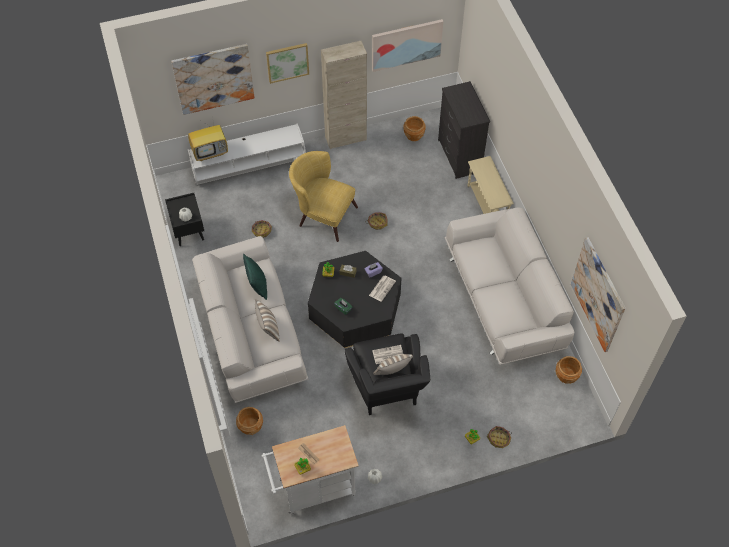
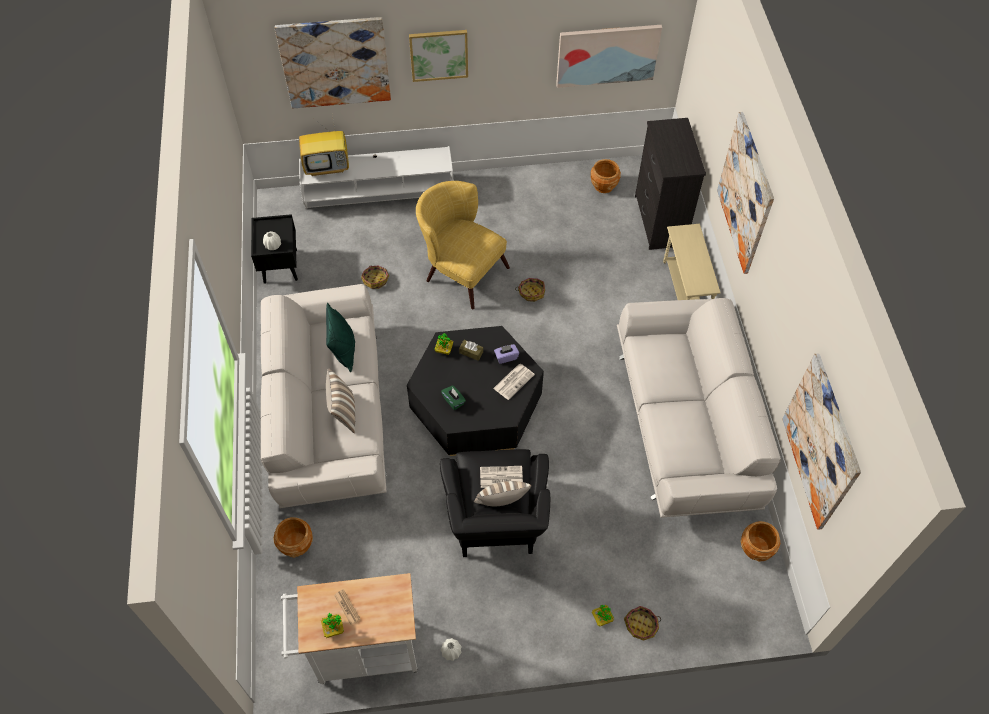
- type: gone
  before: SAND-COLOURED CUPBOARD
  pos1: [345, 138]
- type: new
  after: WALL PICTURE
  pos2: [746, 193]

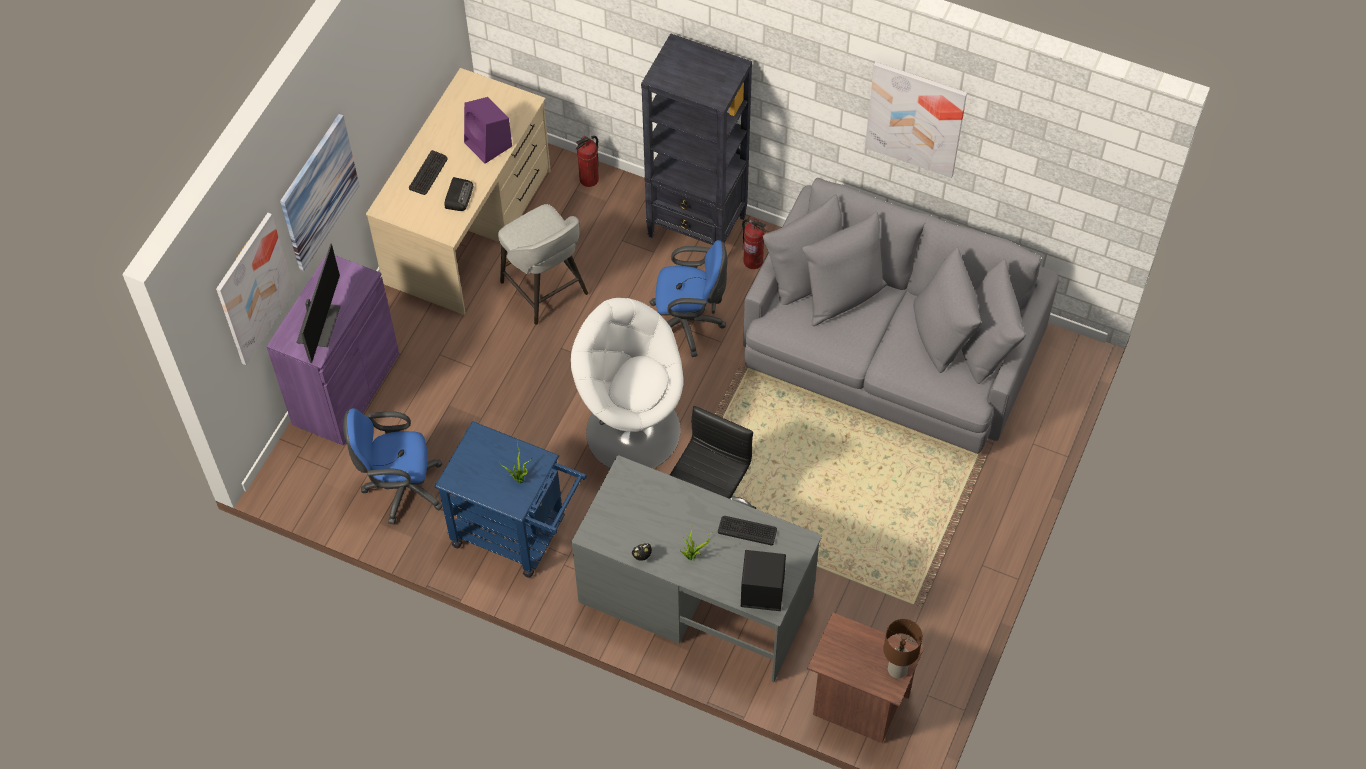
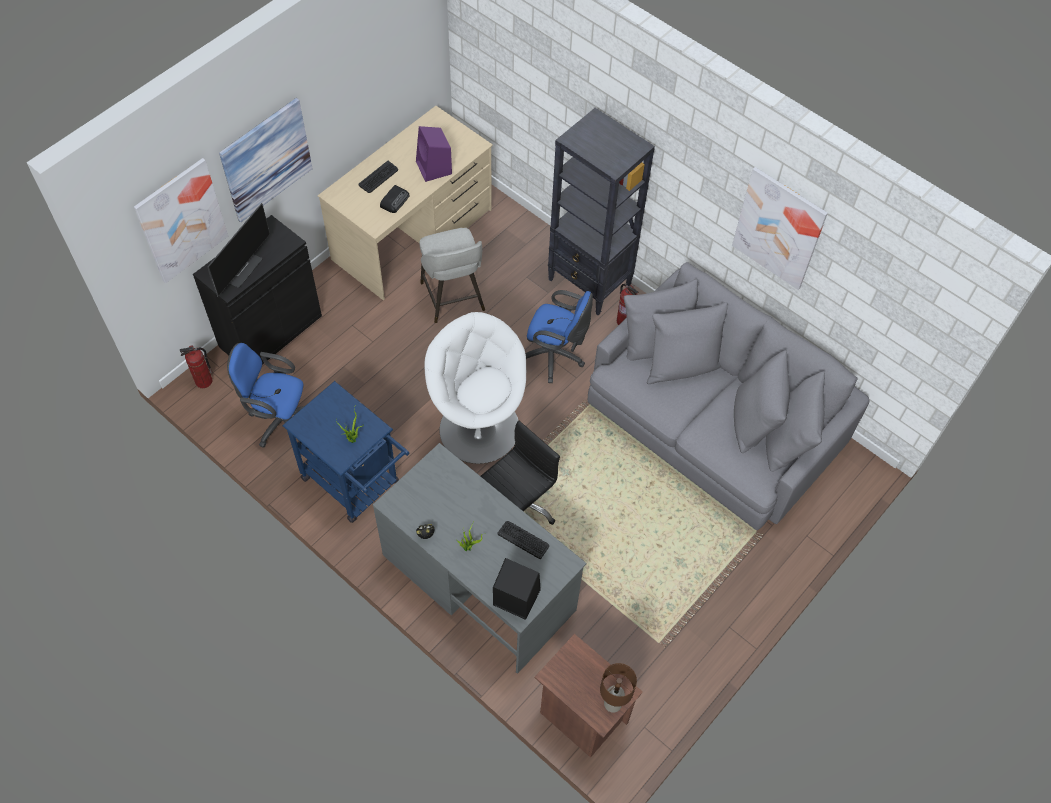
- type: shifted
  before: FIRE-FIGHTING CYLINDER
  pos1: [589, 180]
  pos2: [203, 381]
- type: repainted
  before: PURPLE-COLOURED CUPBOARD
  after: BLACKISH CUPBOARD
  pos1: [346, 389]
  pos2: [270, 331]

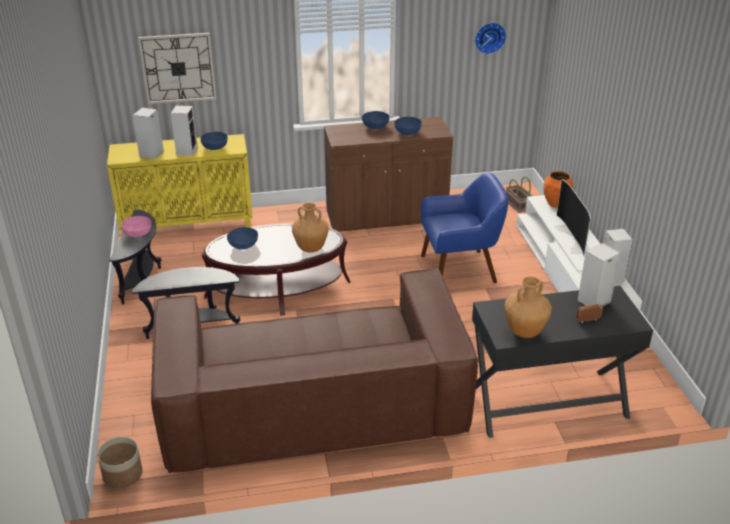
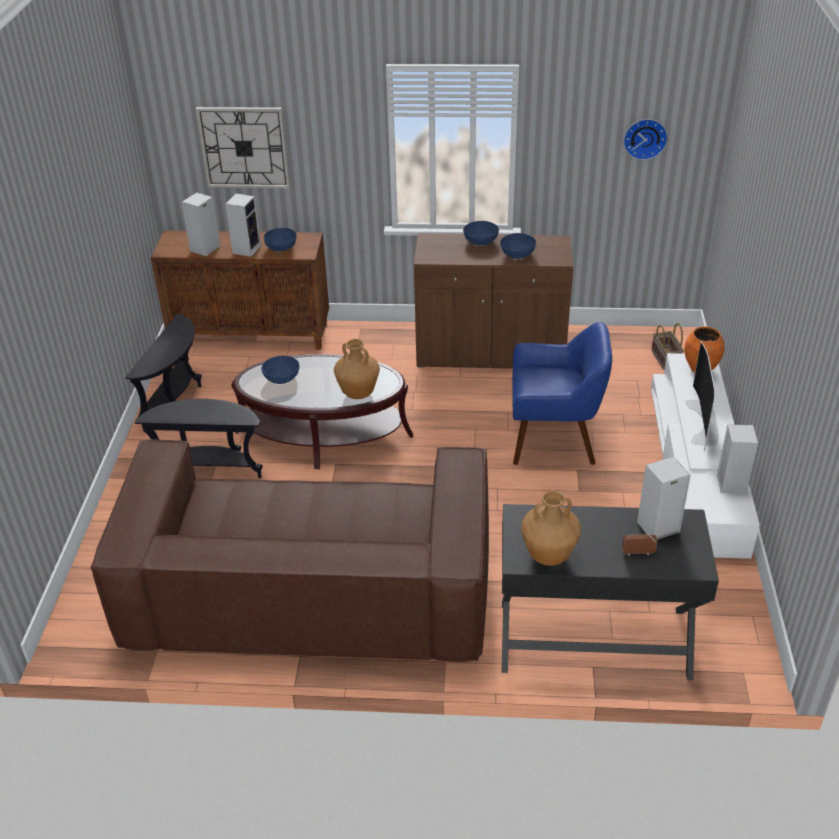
- type: gone
  before: PLANT POT
  pos1: [122, 474]
- type: gone
  before: PINKISH SERVING BOWL
  pos1: [137, 233]
- type: repainted
  before: YELLOWISH CUPBOARD
  after: BROWNISH CUPBOARD
  pos1: [188, 225]
  pos2: [252, 334]

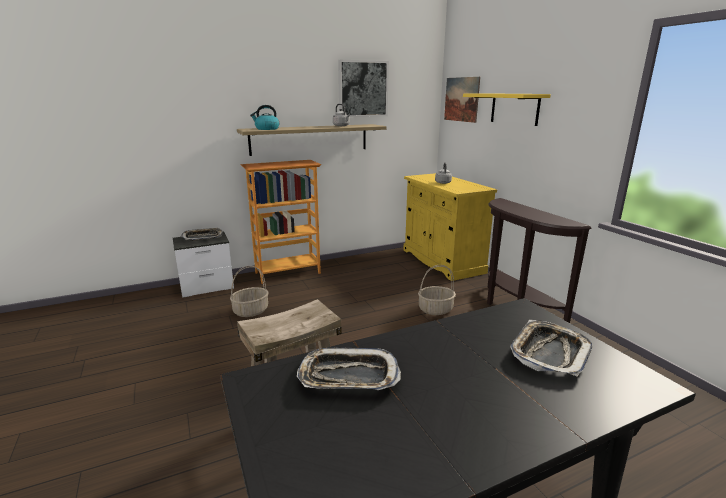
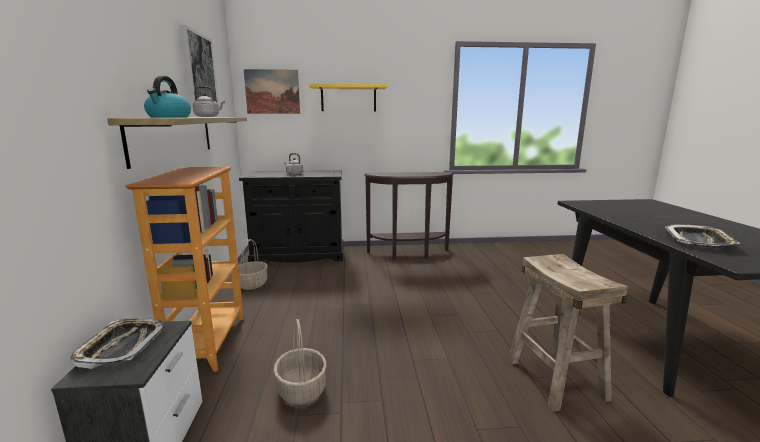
- type: gone
  before: CARRYING TRAY
  pos1: [549, 352]
- type: shifted
  before: STORAGE BASKET
  pos1: [436, 309]
  pos2: [252, 284]
- type: repainted
  before: YELLOWISH CUPBOARD
  after: BLACKISH CUPBOARD
  pos1: [442, 261]
  pos2: [298, 255]

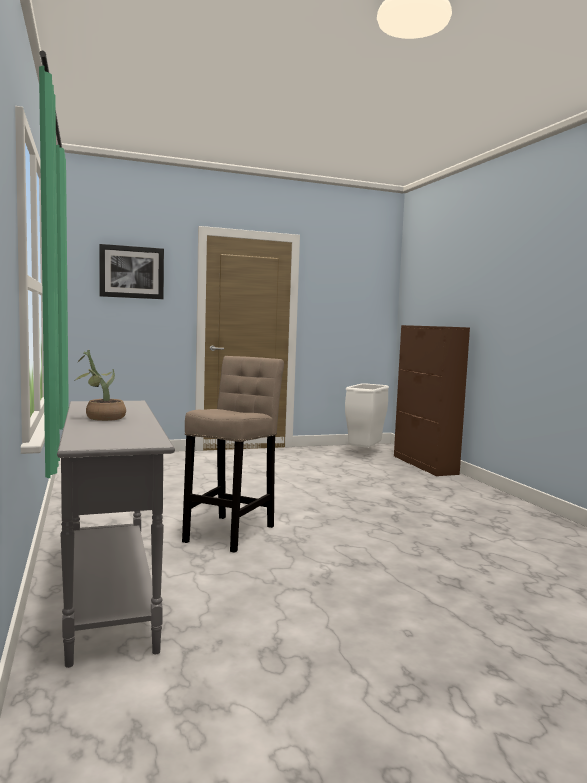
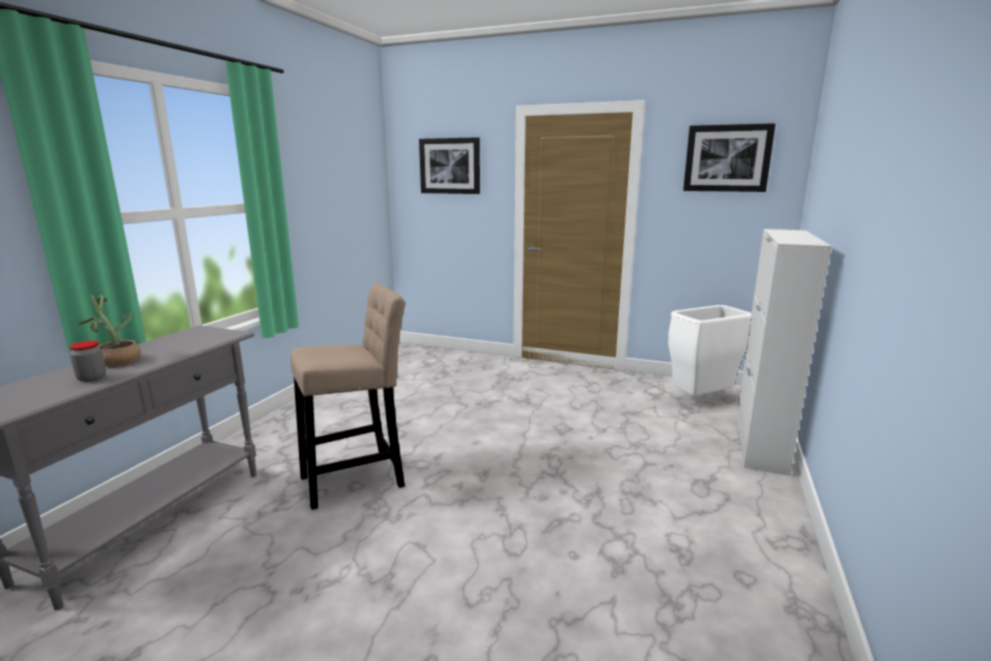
- type: new
  after: JAR
  pos2: [92, 378]
- type: new
  after: WALL PICTURE
  pos2: [727, 158]
- type: repainted
  before: BROWNISH CUPBOARD
  after: WHITE CUPBOARD
  pos1: [424, 465]
  pos2: [760, 441]

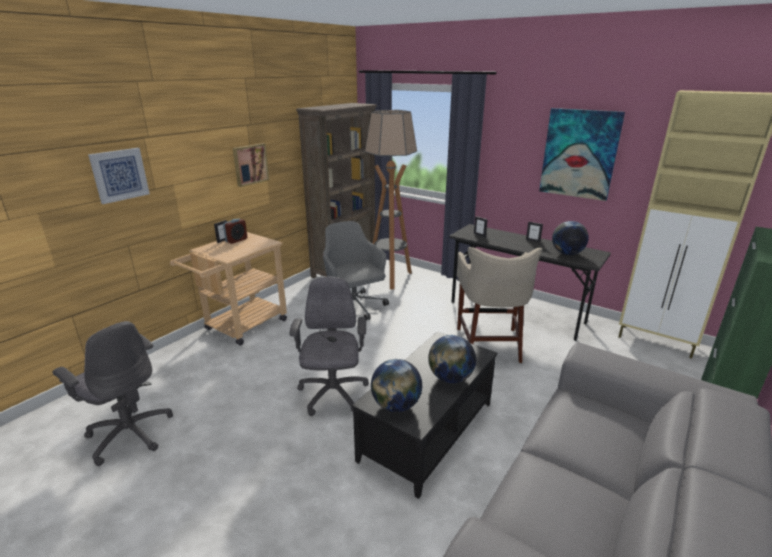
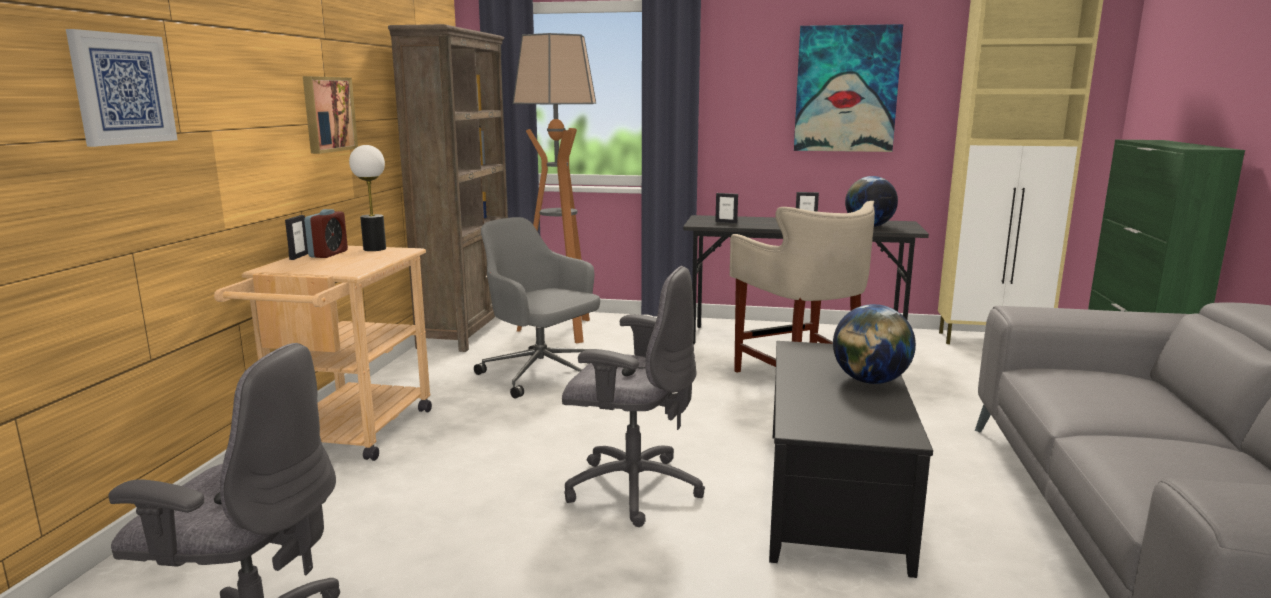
- type: gone
  before: DESK GLOBE
  pos1: [396, 405]
- type: new
  after: LAMP FOR A TABLE
  pos2: [375, 249]
- type: rotated
  before: GREYISH DESK CHAIR
  pos1: [333, 395]
  pos2: [631, 488]
  turn: 135

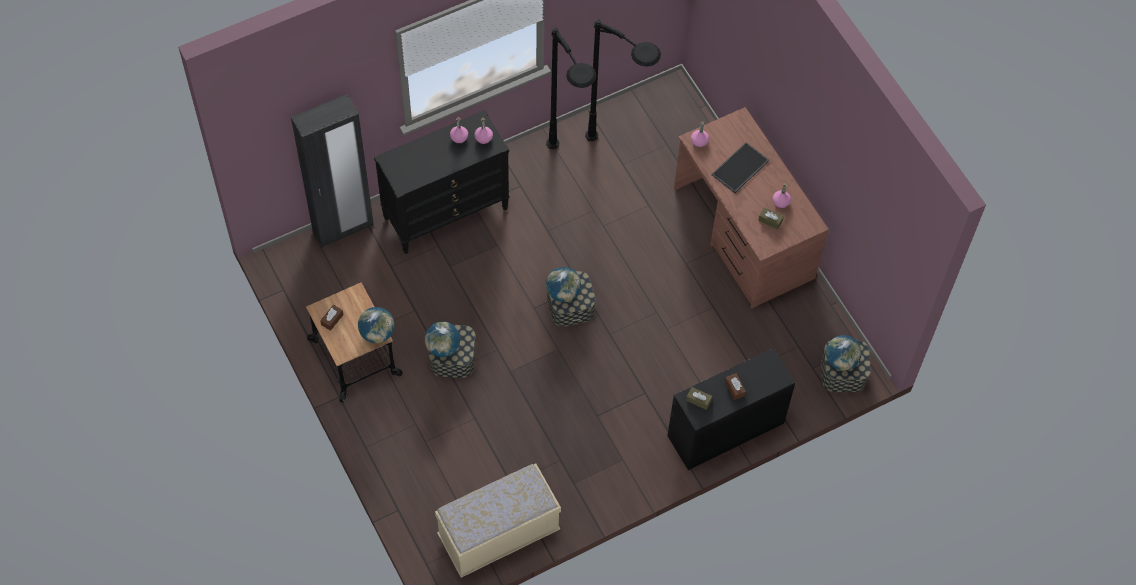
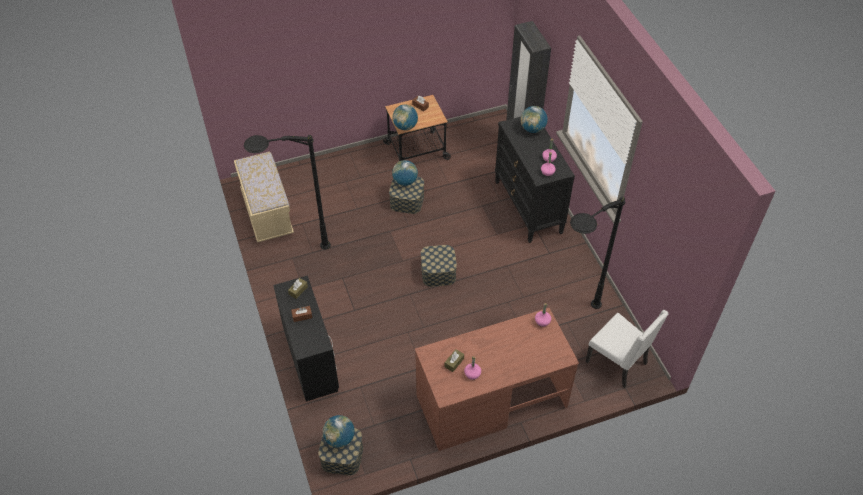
- type: gone
  before: CARRYING TRAY
  pos1: [740, 168]
- type: new
  after: WHITE PLAIN CHAIR
  pos2: [618, 363]
- type: shifted
  before: BLACKISH FLOOR LAMP
  pos1: [569, 176]
  pos2: [293, 252]
- type: shifted
  before: DESK GLOBE
  pos1: [563, 292]
  pos2: [532, 129]

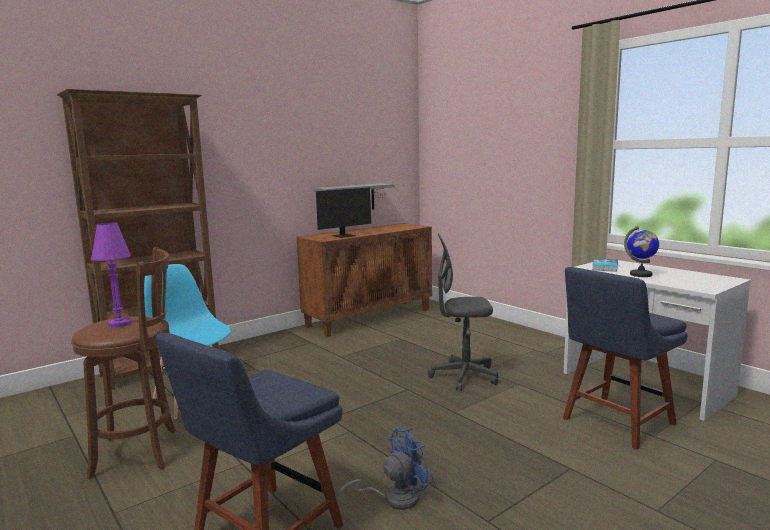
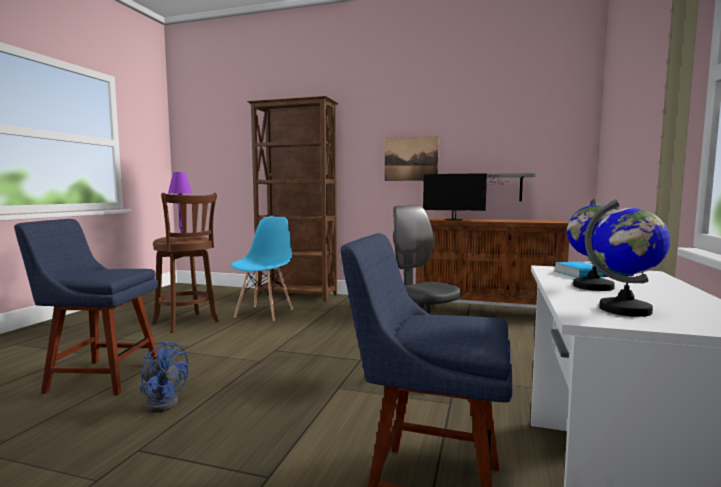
- type: new
  after: WALL PICTURE
  pos2: [411, 159]
- type: new
  after: DESK GLOBE
  pos2: [625, 310]

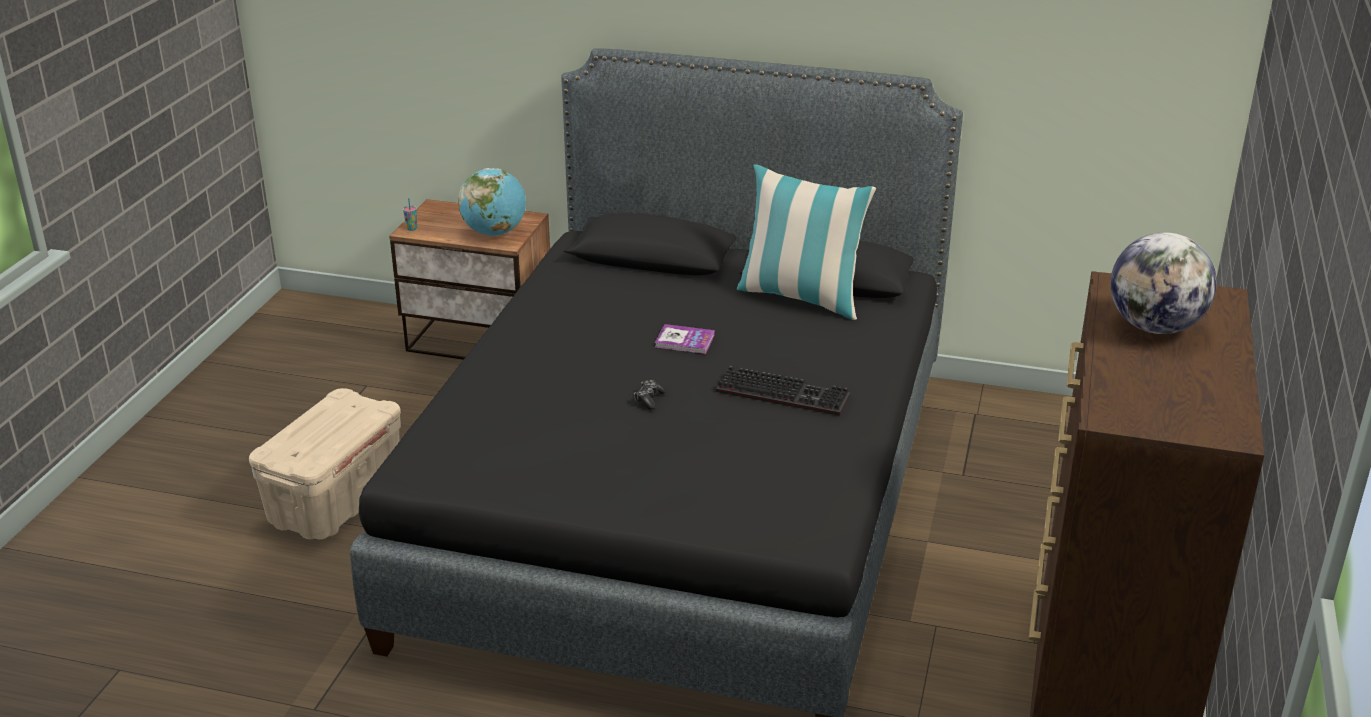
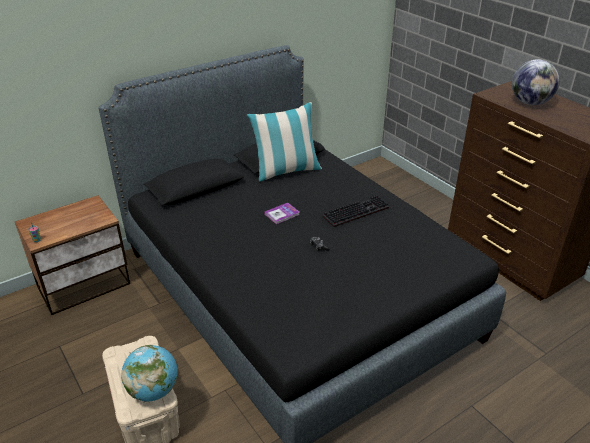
- type: shifted
  before: DESK GLOBE
  pos1: [494, 233]
  pos2: [153, 390]

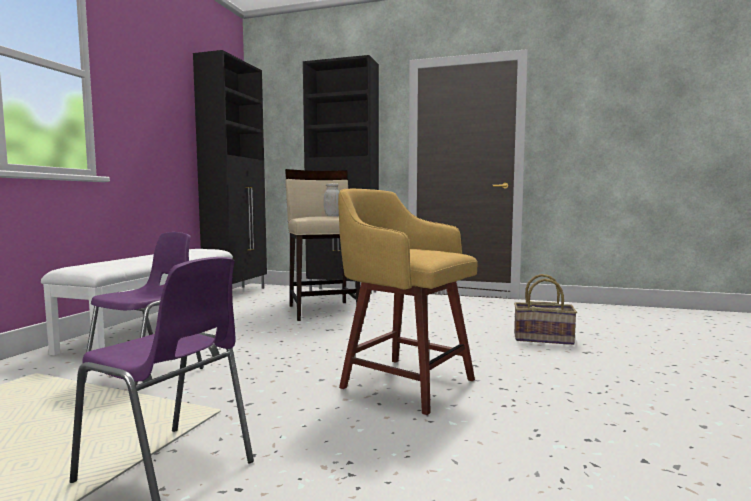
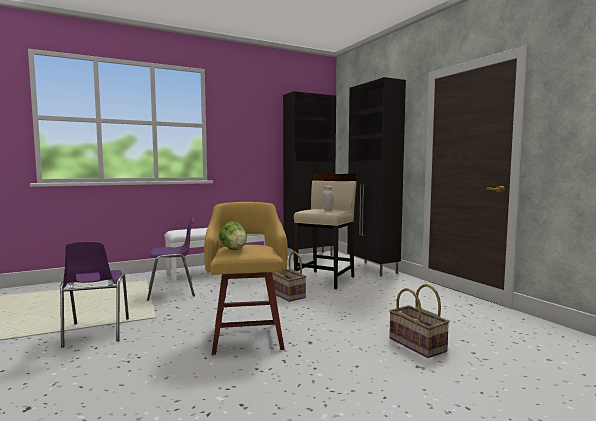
- type: new
  after: LETTUCE HEAD
  pos2: [234, 249]
- type: new
  after: STORAGE BASKET
  pos2: [287, 295]

